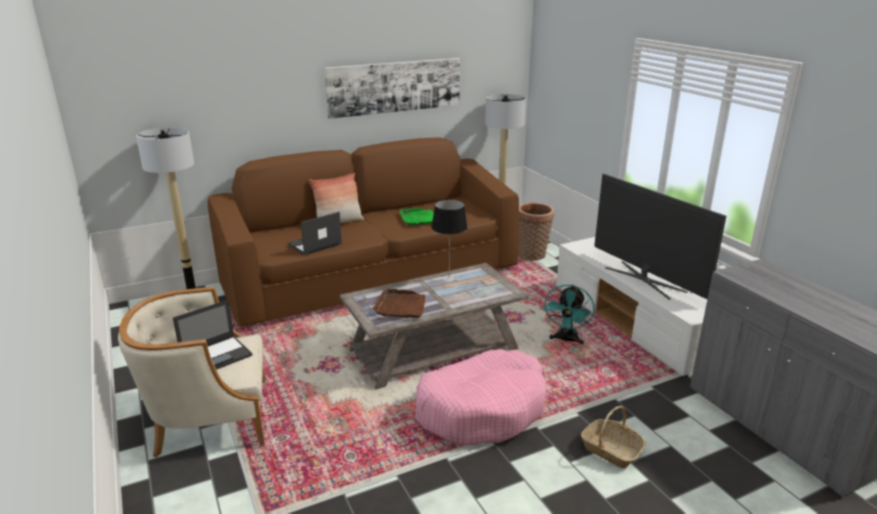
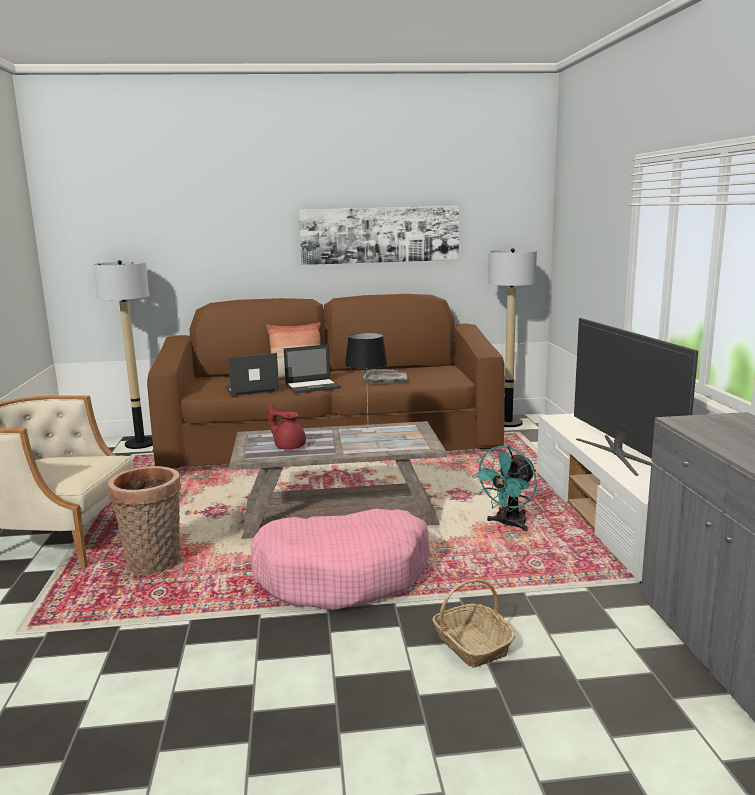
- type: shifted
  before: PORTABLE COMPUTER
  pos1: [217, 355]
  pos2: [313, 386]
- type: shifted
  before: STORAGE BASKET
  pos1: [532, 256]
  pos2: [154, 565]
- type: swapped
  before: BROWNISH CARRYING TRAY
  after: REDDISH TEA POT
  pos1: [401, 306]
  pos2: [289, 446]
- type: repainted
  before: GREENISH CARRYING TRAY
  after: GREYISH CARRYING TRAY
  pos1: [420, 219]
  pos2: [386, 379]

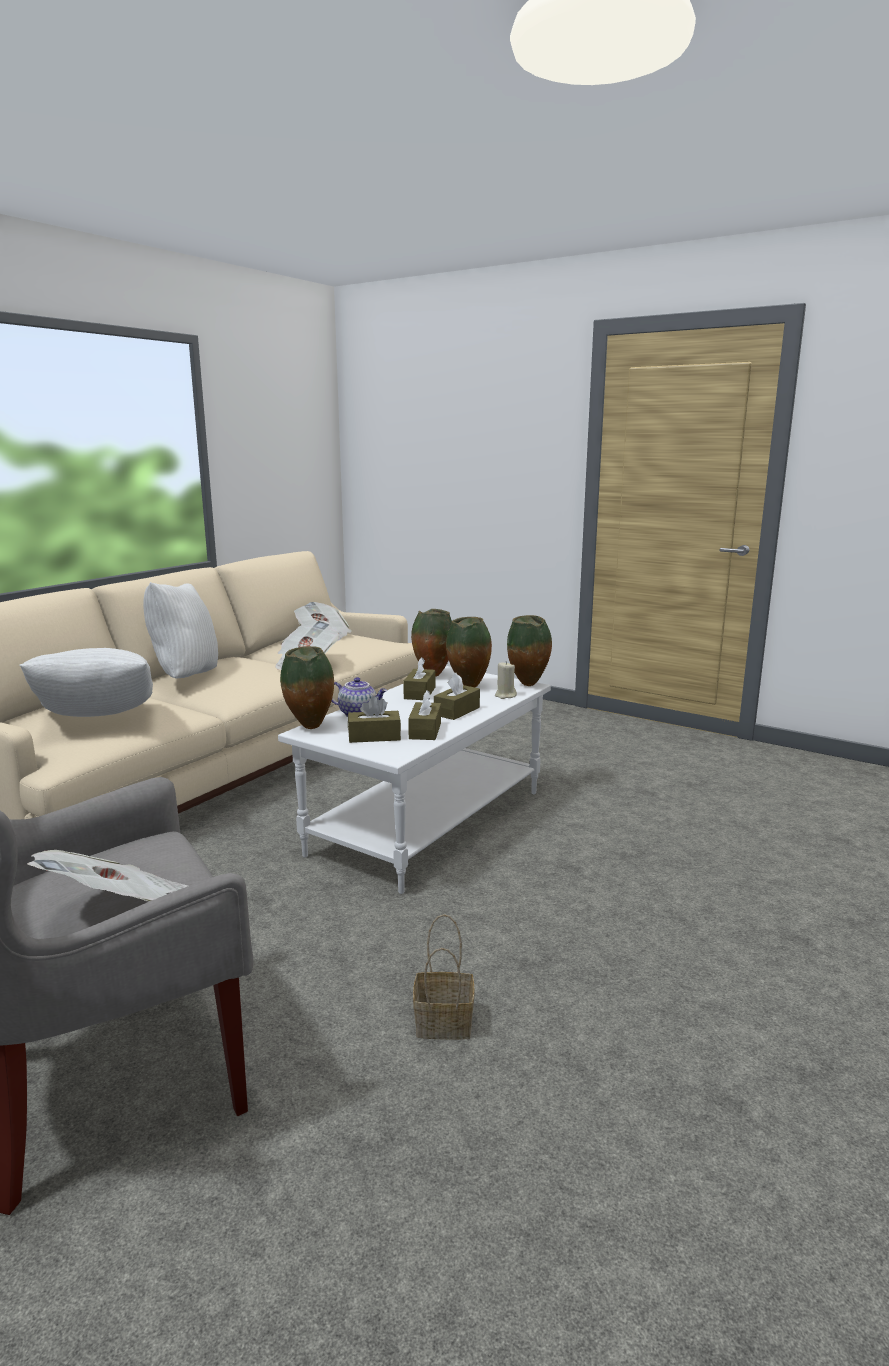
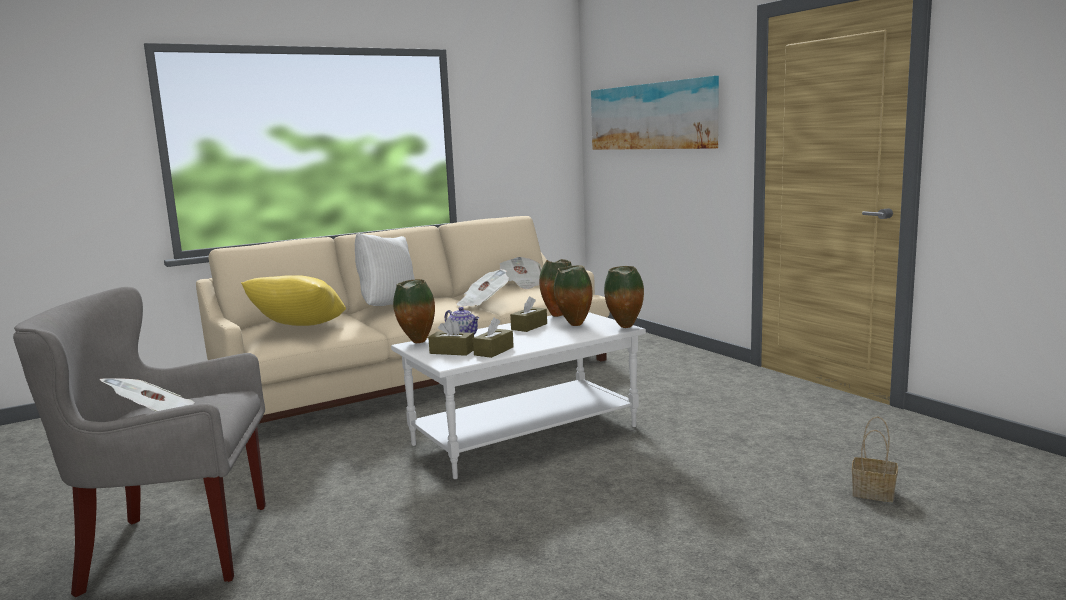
- type: gone
  before: BROWNISH TISSUE HOLDER
  pos1: [457, 711]
- type: gone
  before: SAND-COLOURED WAX CANDLE
  pos1: [505, 695]
- type: new
  after: WALL PICTURE
  pos2: [652, 116]
- type: shifted
  before: STORAGE BASKET
  pos1: [441, 1024]
  pos2: [871, 493]
- type: repainted
  before: WHITE CUSHION
  after: YELLOWISH CUSHION
  pos1: [97, 721]
  pos2: [299, 329]

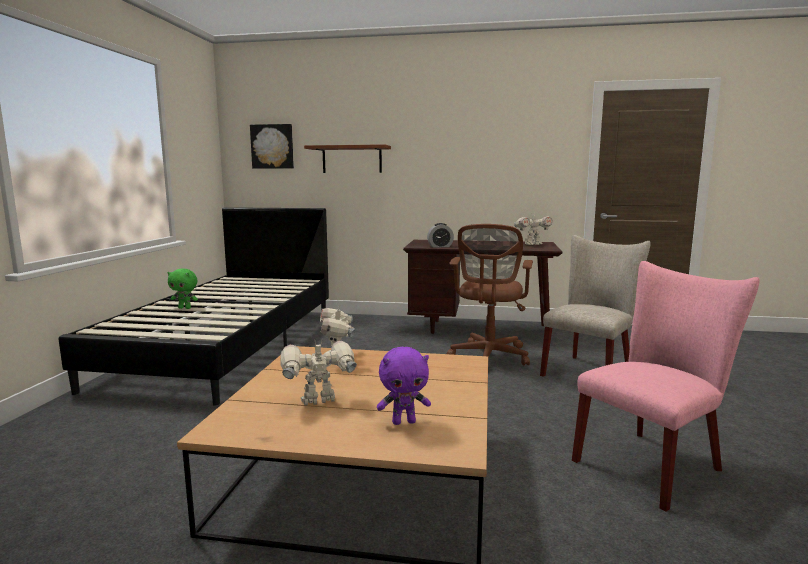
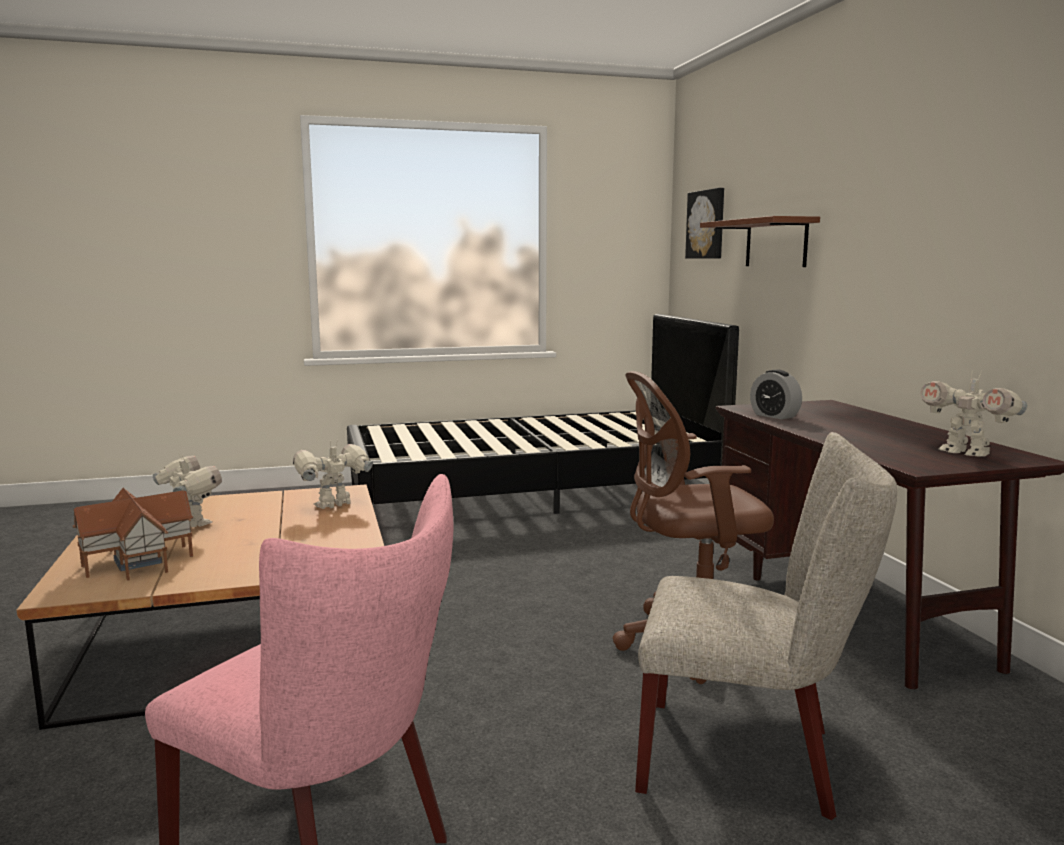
- type: gone
  before: GREENISH PLUSH TOY
  pos1: [185, 308]
- type: swapped
  before: PURPLE-COLOURED PLUSH TOY
  after: TOY HOUSE
  pos1: [404, 422]
  pos2: [139, 561]

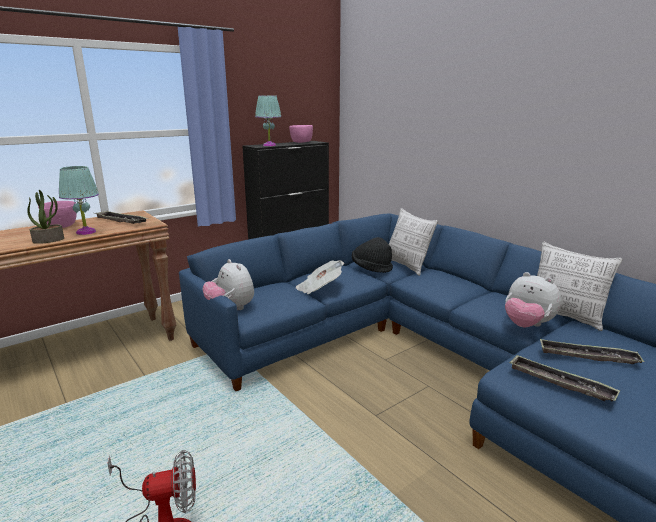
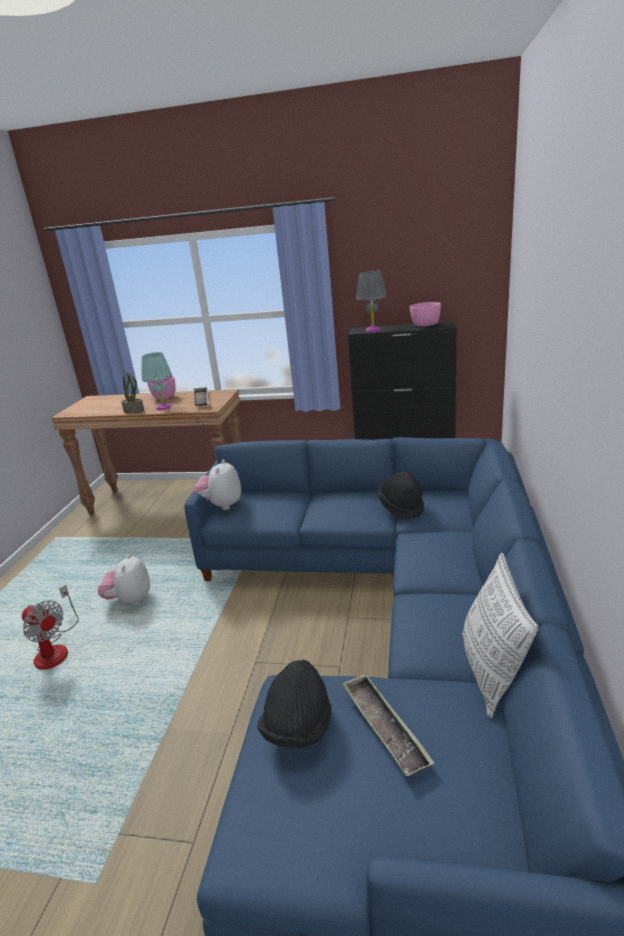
- type: gone
  before: PRINTED PAPER
  pos1: [319, 288]
- type: gone
  before: CUSHION
  pos1: [407, 266]
- type: shifted
  before: PLUSH TOY
  pos1: [527, 325]
  pos2: [130, 600]
- type: swapped
  before: CARRYING TRAY
  after: BLACKISH CLOTHING HAT
  pos1: [560, 383]
  pos2: [298, 727]
- type: repainted
  before: TURQUOISE LAMP FOR A TABLE
  after: GREYISH LAMP FOR A TABLE
  pos1: [269, 145]
  pos2: [372, 330]

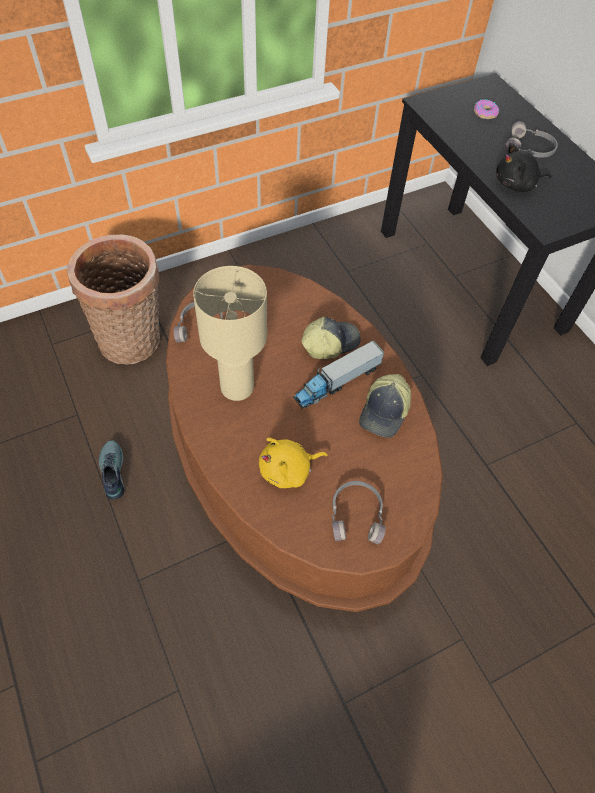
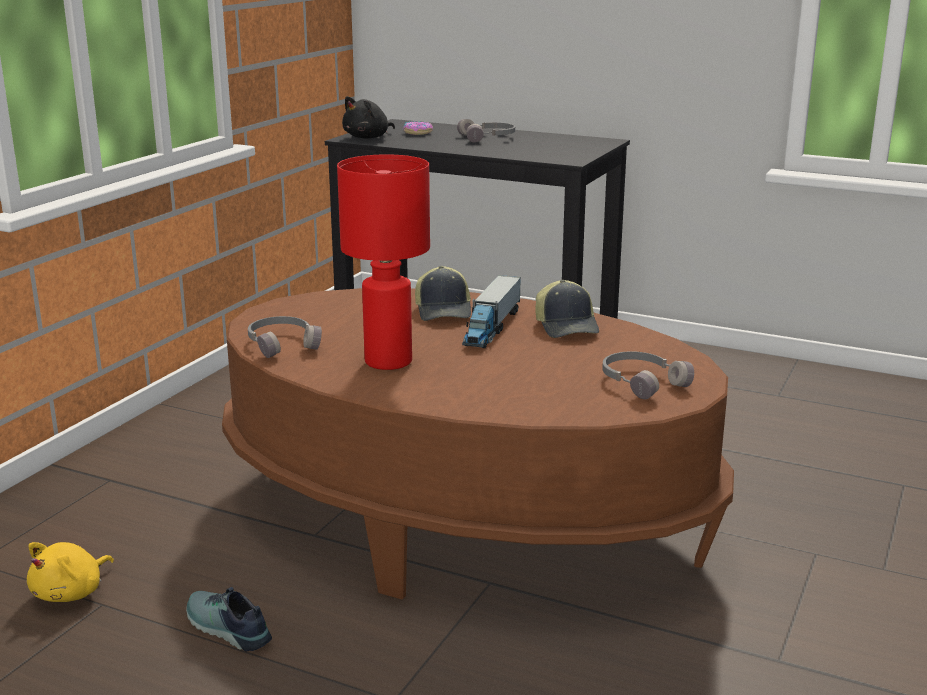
- type: gone
  before: STORAGE BASKET
  pos1: [133, 341]
- type: shifted
  before: YELLOWISH PLUSH TOY
  pos1: [288, 470]
  pos2: [71, 593]
- type: shifted
  before: BLACKISH PLUSH TOY
  pos1: [517, 184]
  pos2: [368, 137]
- type: repainted
  before: SAND-COLOURED LAMP FOR A TABLE
  after: REDDISH LAMP FOR A TABLE
  pos1: [236, 388]
  pos2: [388, 362]
- type: rotated
  before: PEAKED CAP
  pos1: [329, 342]
  pos2: [444, 311]
  turn: 150

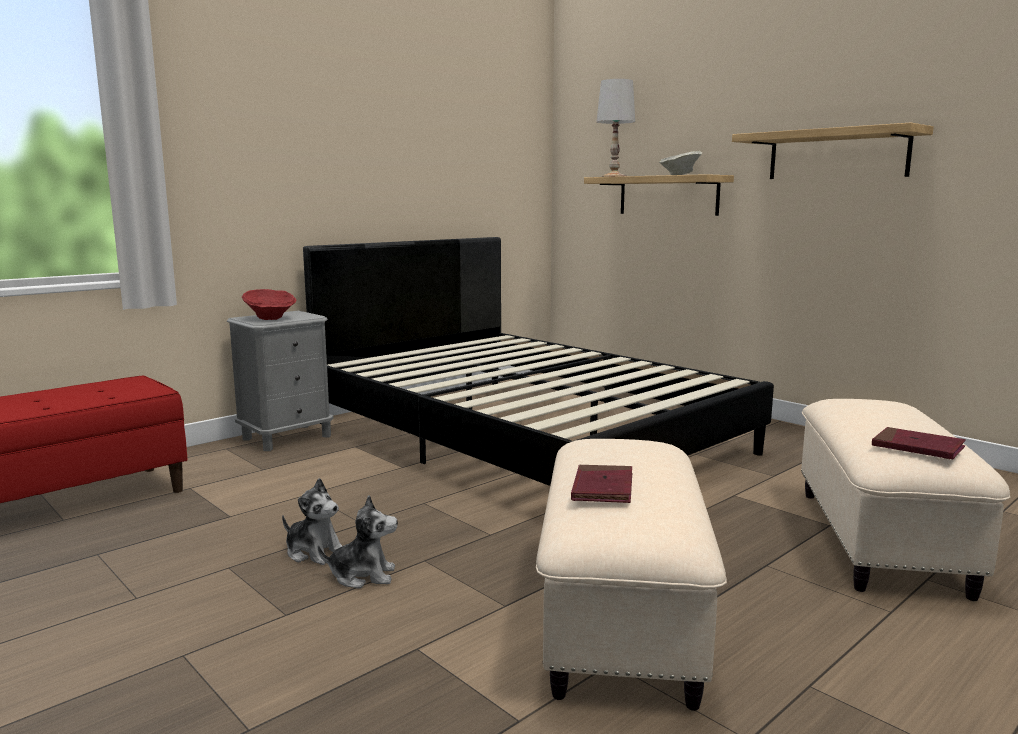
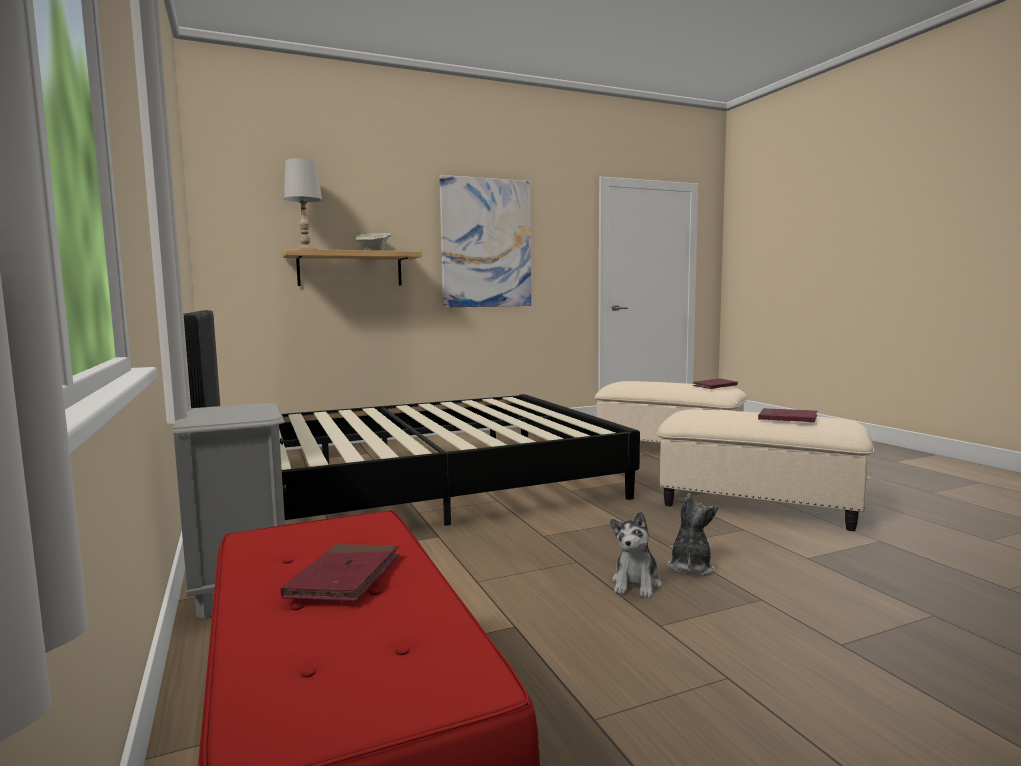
- type: gone
  before: REDDISH SERVING BOWL
  pos1: [270, 319]
- type: new
  after: REDDISH VOLUME
  pos2: [344, 578]
- type: swapped
  before: BRACKET SHELF
  after: WALL PICTURE
  pos1: [837, 155]
  pos2: [486, 243]
- type: rotated
  before: PLUSH TOY
  pos1: [314, 552]
  pos2: [636, 584]
  turn: 150

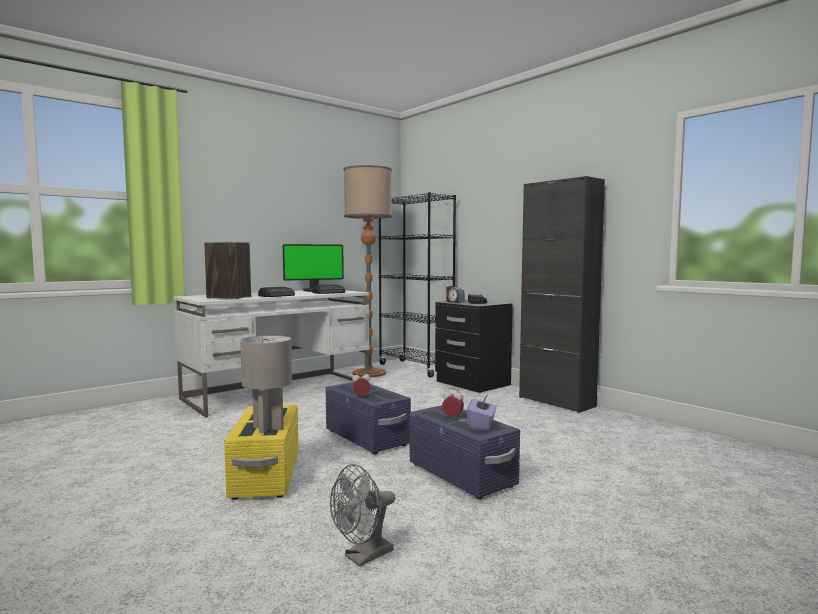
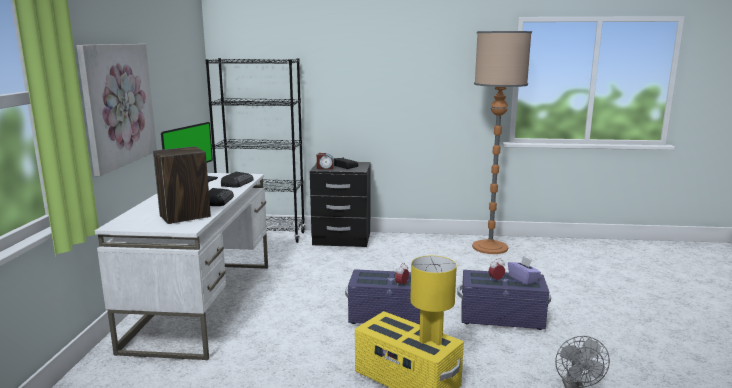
- type: gone
  before: BLACKISH CUPBOARD
  pos1: [556, 402]
- type: new
  after: WALL PICTURE
  pos2: [118, 105]
- type: shifted
  before: FLOOR LAMP
  pos1: [369, 373]
  pos2: [490, 247]
- type: repainted
  before: GREYISH LAMP FOR A TABLE
  after: YELLOWISH LAMP FOR A TABLE
  pos1: [269, 428]
  pos2: [431, 338]

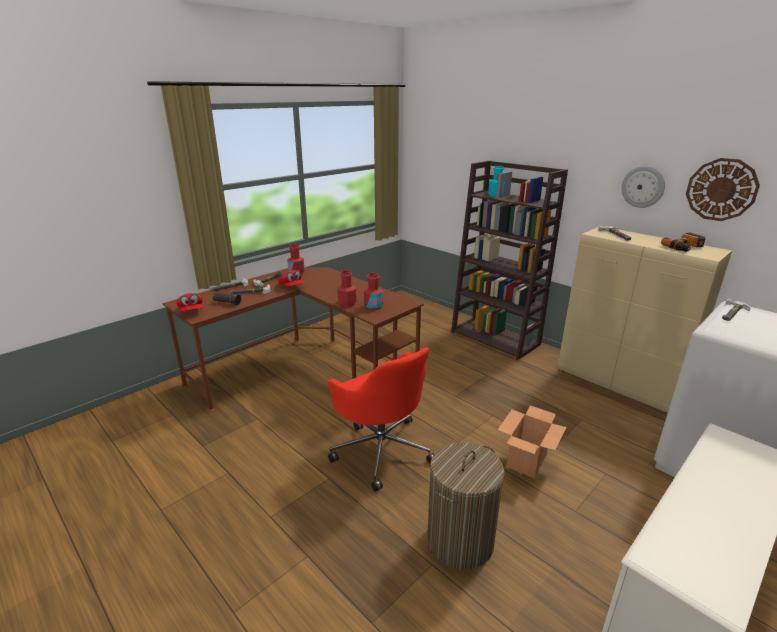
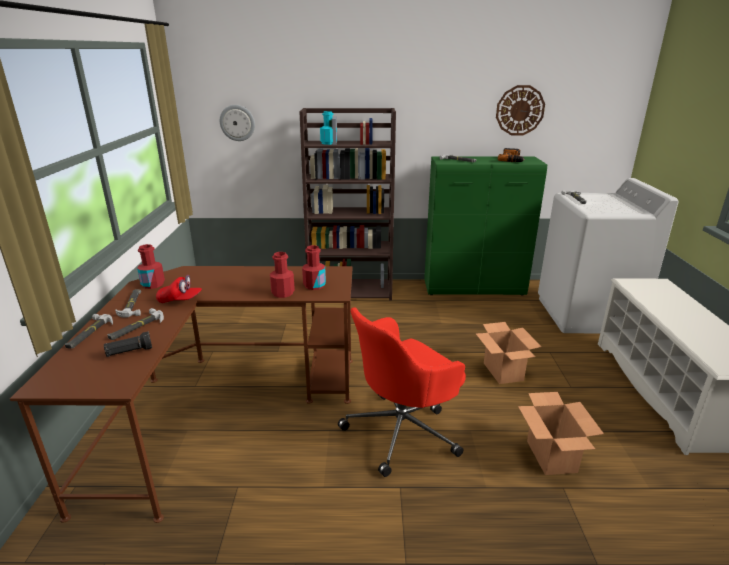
- type: gone
  before: REDDISH PEAKED CAP
  pos1: [191, 311]
- type: shifted
  before: HANGING CLOCK
  pos1: [643, 187]
  pos2: [237, 123]
- type: swapped
  before: LAUNDRY BASKET
  after: CARTON
  pos1: [460, 541]
  pos2: [552, 457]
- type: repainted
  before: SAND-COLOURED CUPBOARD
  after: GREENISH CUPBOARD
  pos1: [619, 384]
  pos2: [474, 288]
- type: rotated
  before: REDDISH DESK CHAIR
  pos1: [381, 449]
  pos2: [402, 431]
  turn: 135

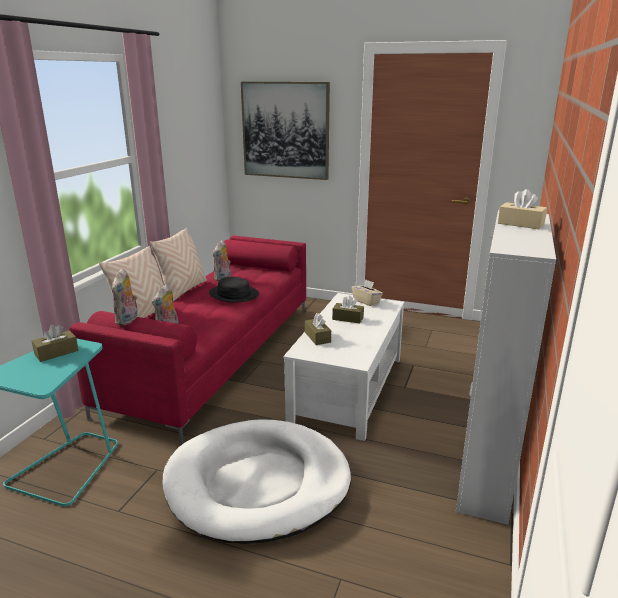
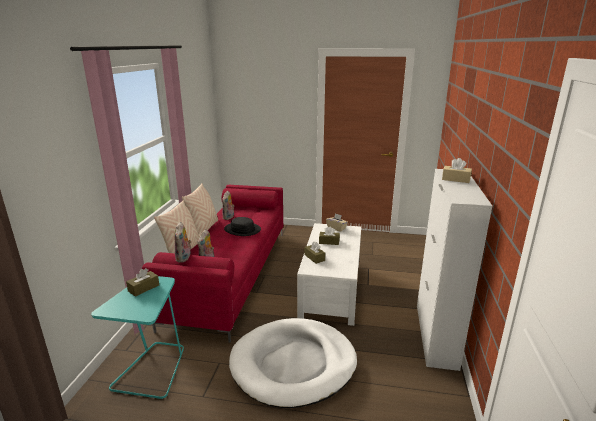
- type: gone
  before: WALL PICTURE
  pos1: [285, 130]

